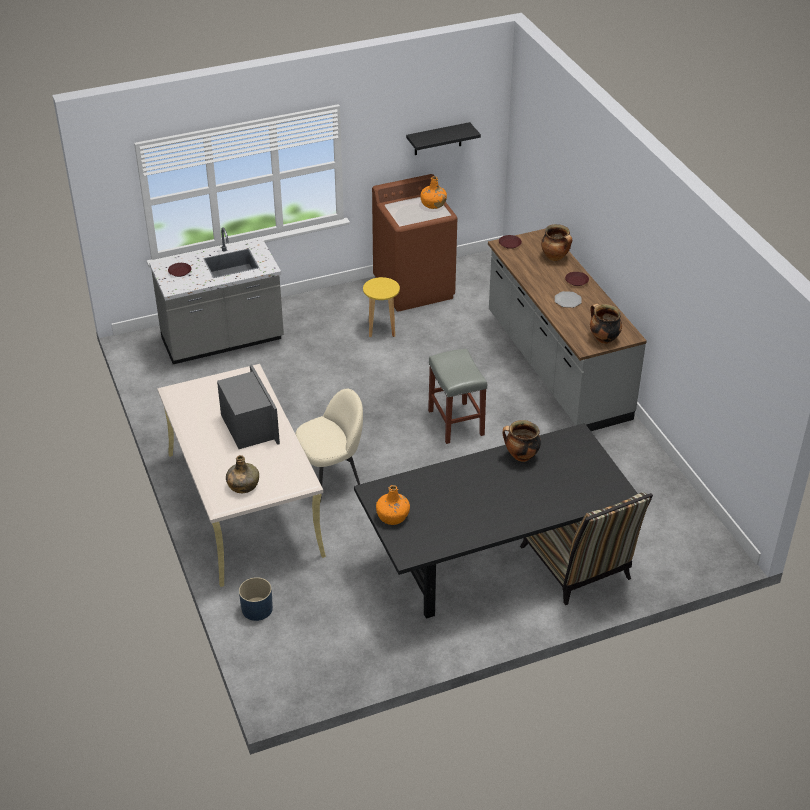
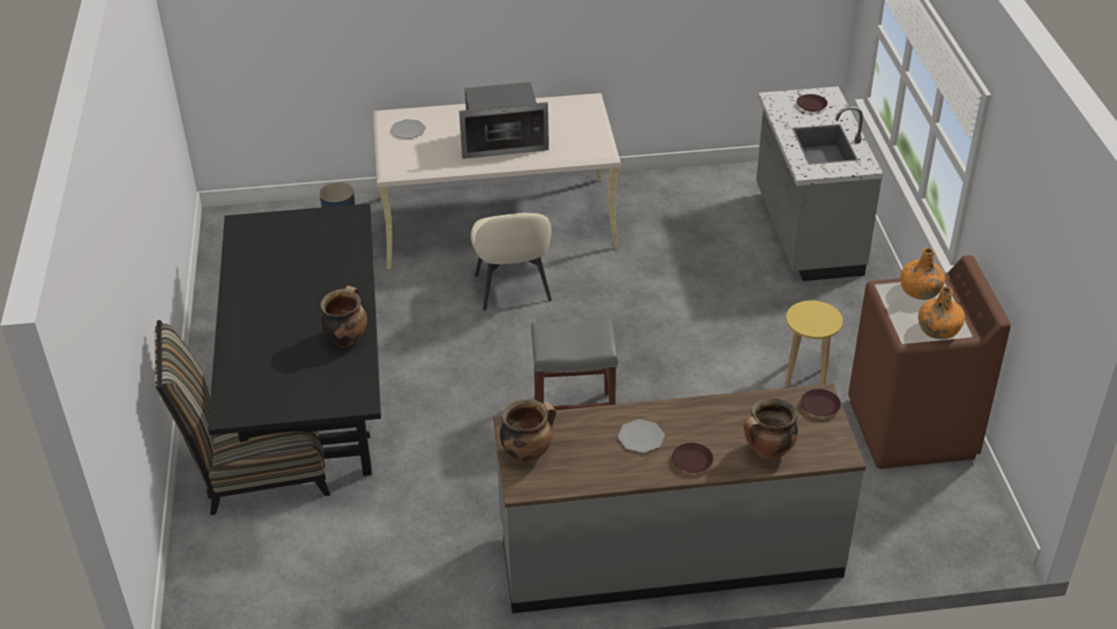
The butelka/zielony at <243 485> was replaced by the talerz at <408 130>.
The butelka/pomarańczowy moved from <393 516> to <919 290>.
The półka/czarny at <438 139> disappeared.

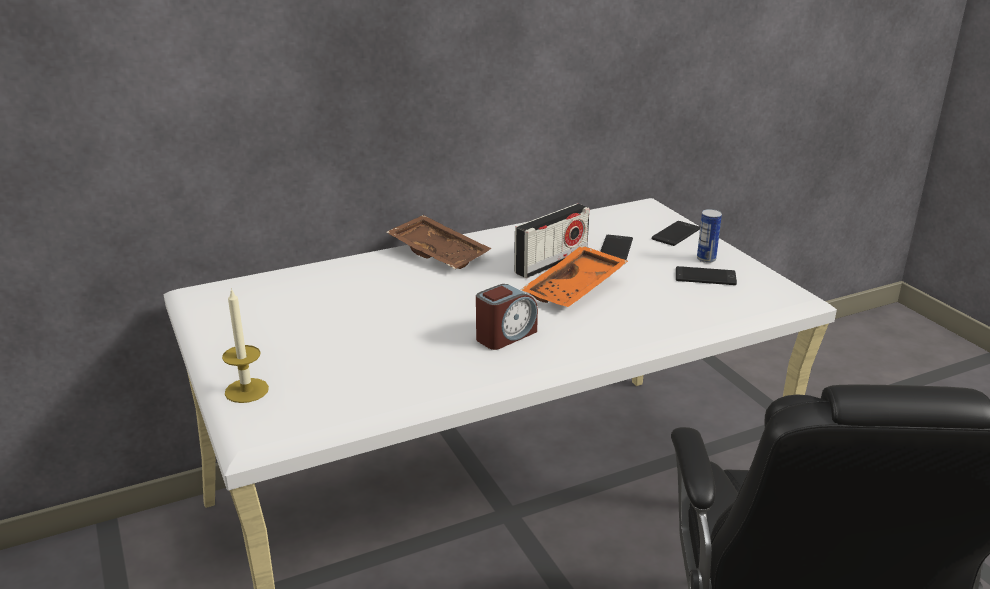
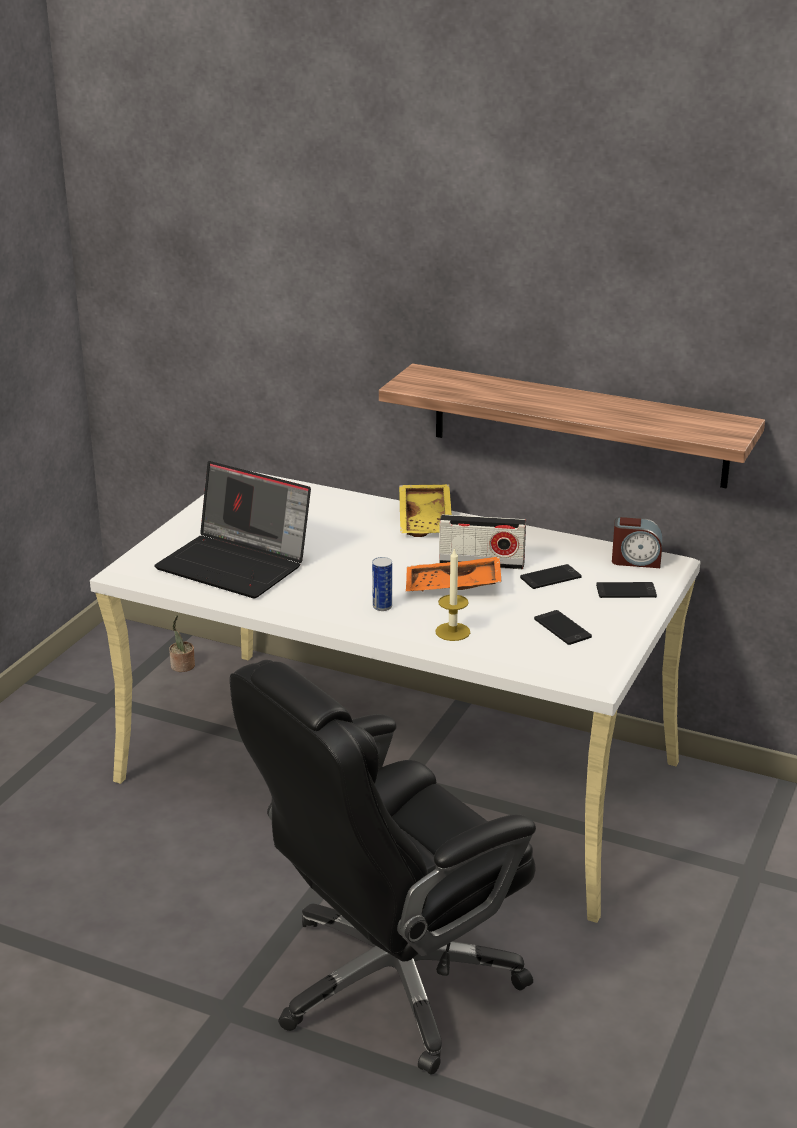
The laptop at <237 564> appeared.
The roślina doniczkowa at <182 667> appeared.
The puszka moved from <706 259> to <382 606>.
The półka at <578 425> appeared.
The taca/brązowy at <440 253> became the taca/żółty at <427 520>.
The świeca moved from <246 390> to <452 632>.
The budzik moved from <505 335> to <636 560>.

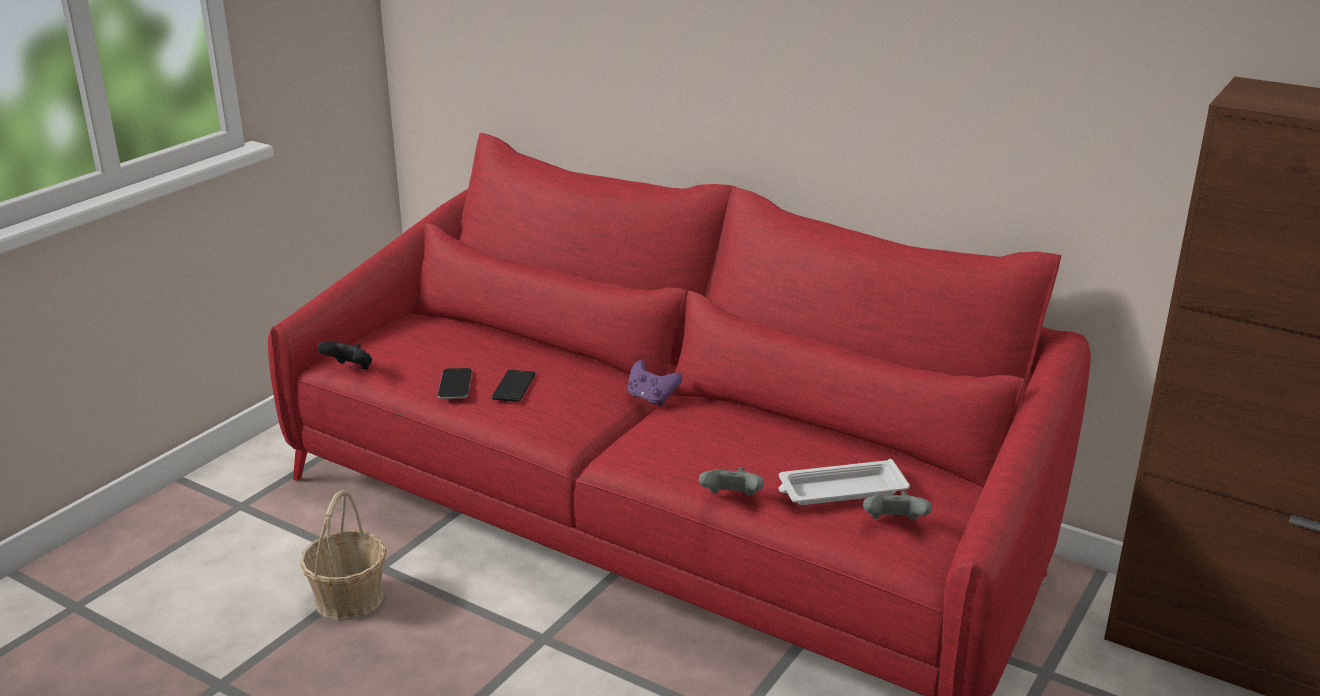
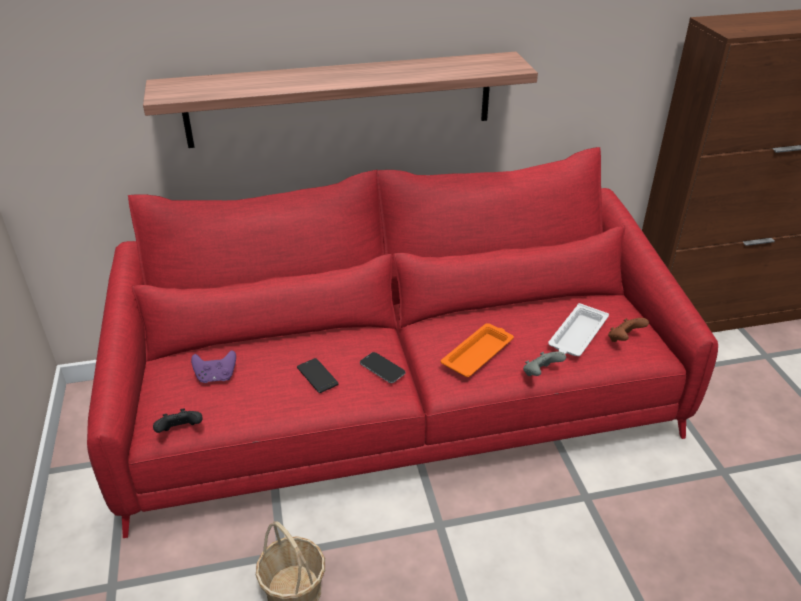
The półka at <340 99> appeared.
The pad do gier/fioletowy moved from <651 398> to <216 377>.
The telefon moved from <455 385> to <382 368>.
The taca/pomarańczowy at <478 353> appeared.
The pad do gier/szary at <894 524> became the pad do gier/brązowy at <624 339>.

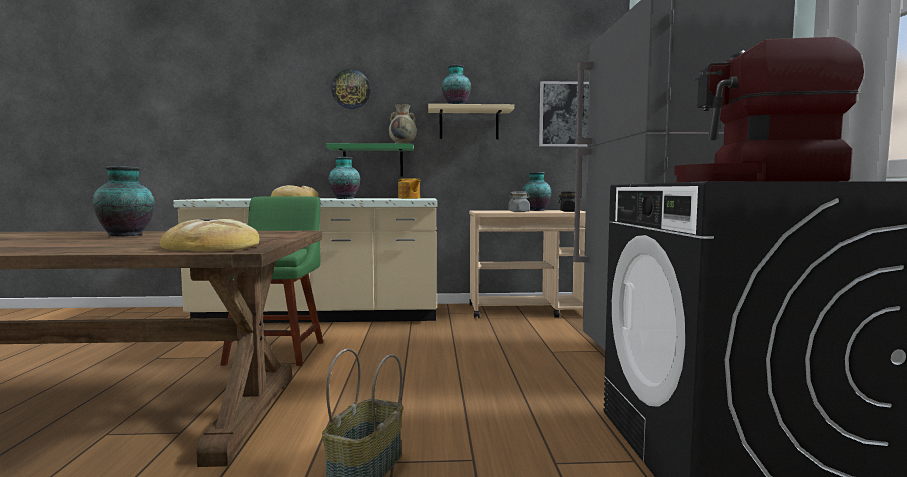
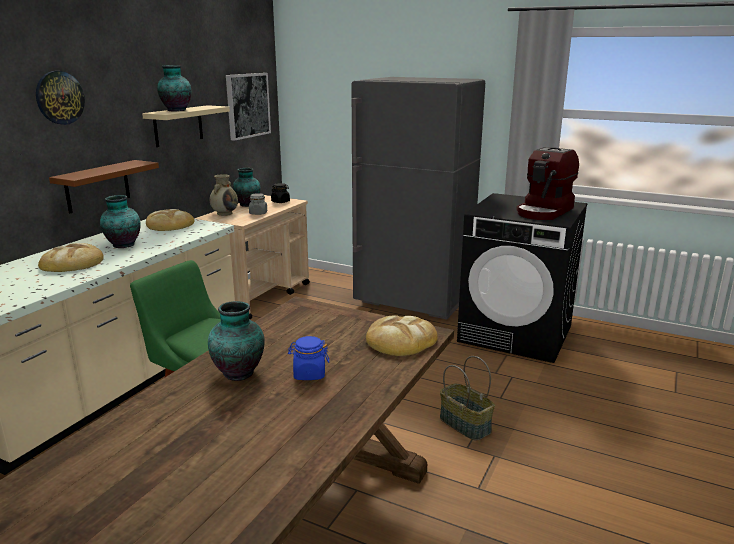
The półka/zielony at <373 161> became the półka/brązowy at <97 186>.
The imbryk at <409 198> was replaced by the chleb at <169 224>.
The wazon/beżowy moved from <403 144> to <225 213>.
The słoik/niebieski at <309 374> appeared.

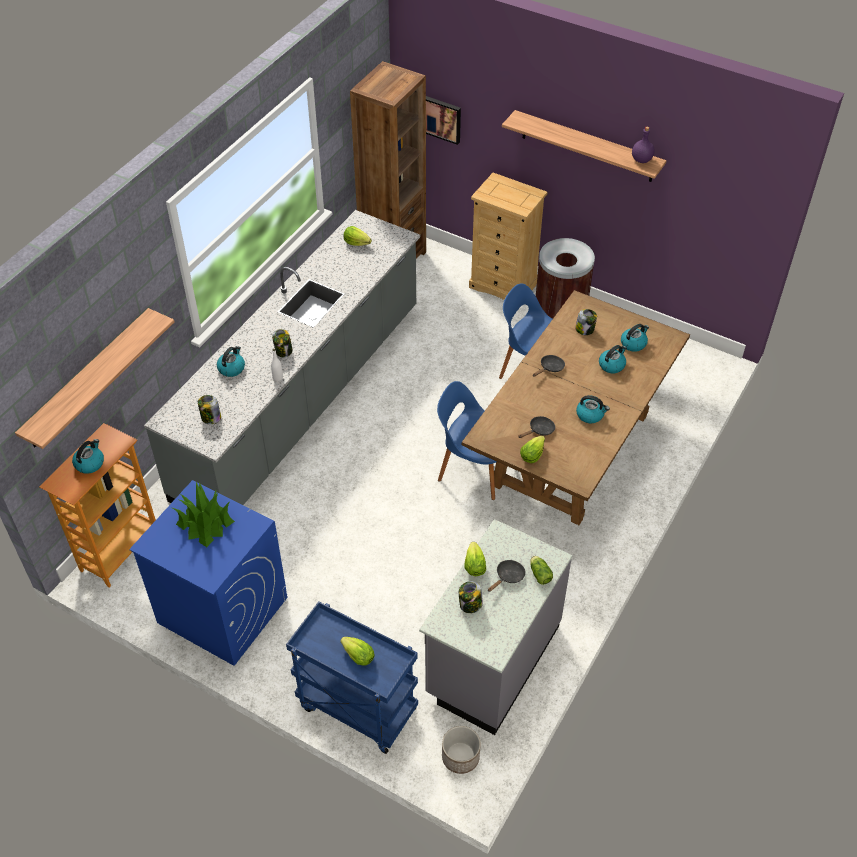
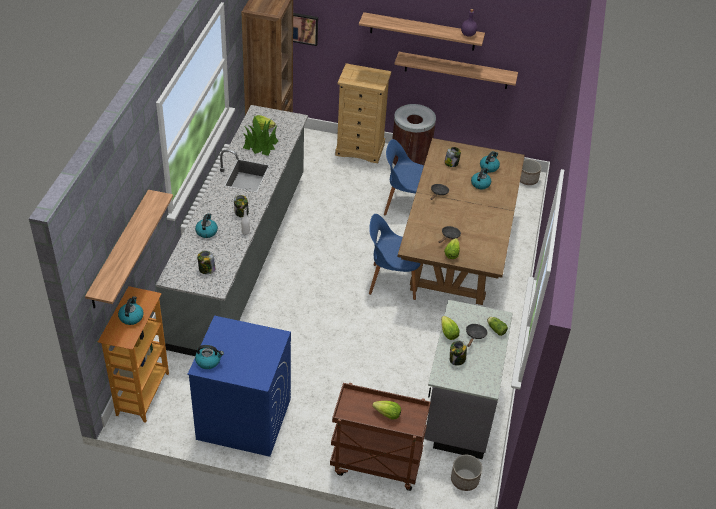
The czajnik moved from <590 415> to <208 361>.
The roślina doniczkowa moved from <205 523> to <260 144>.
The wózek/niebieski at <356 708> became the wózek/brązowy at <375 464>.
The półka at <456 70> appeared.
The donica at <527 179> appeared.

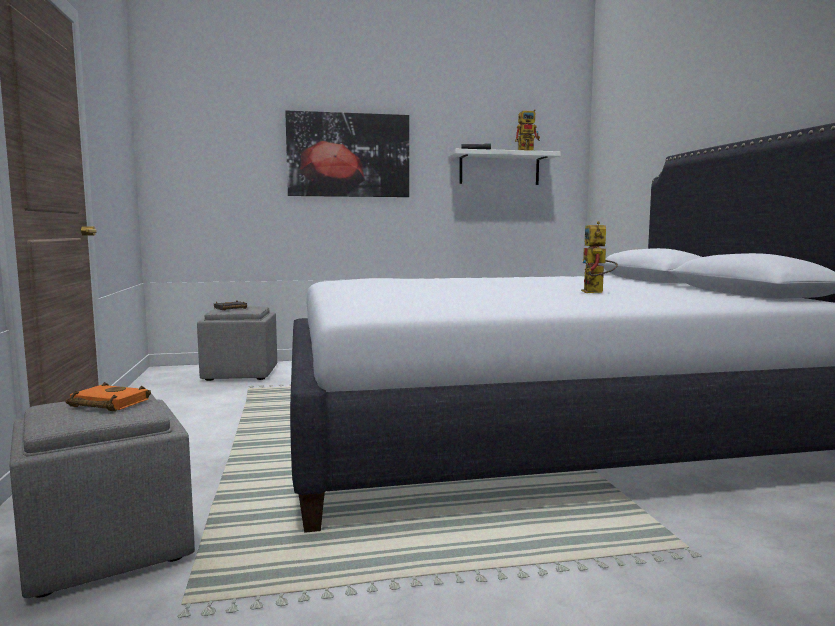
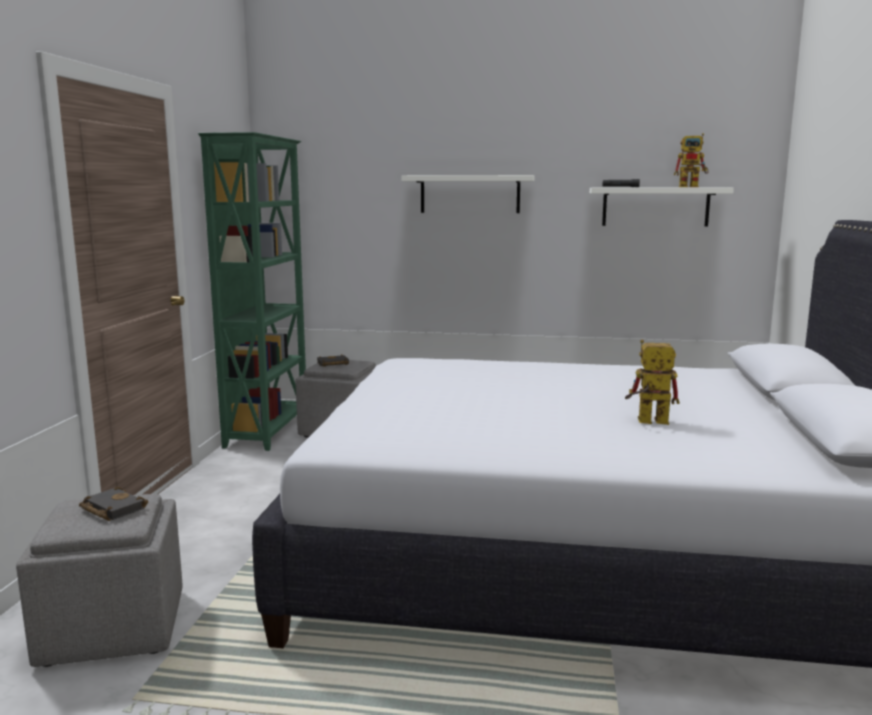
The książka/pomarańczowy at <106 404> became the książka/czarny at <111 509>.
The regał/zielony at <269 430> appeared.
The obraz at <348 155> was replaced by the półka/biały at <470 194>.
The robot zabawkowy at <596 292> turned 75 degrees clockwise.

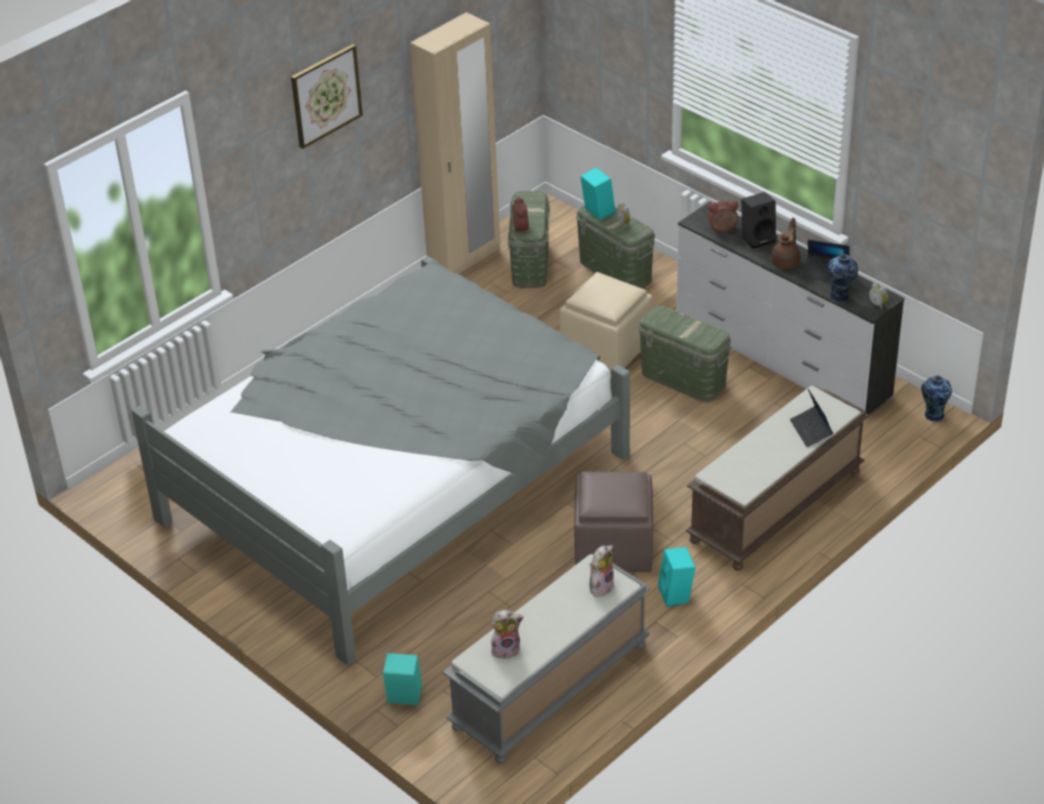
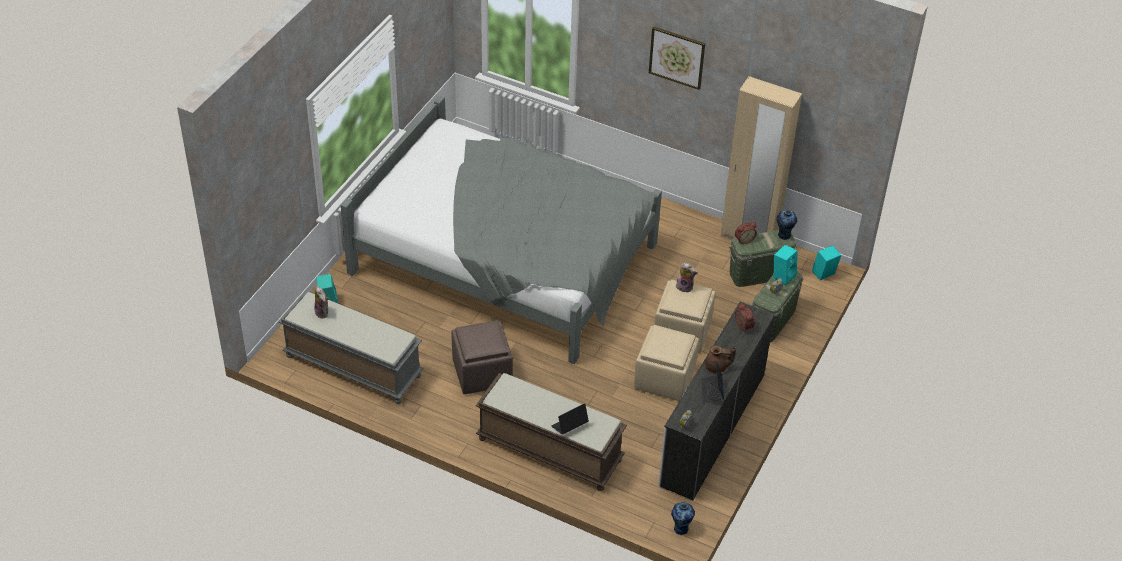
The pojemnik do przechowywania/zielony at <683 379> was replaced by the pufa/beżowy at <665 379>.
The pluszak moved from <601 586> to <685 287>.
The wazon moved from <840 296> to <784 235>.
The głośnik/turkusowy moved from <677 595> to <824 274>.
The głośnik/czarny at <758 238> disappeared.

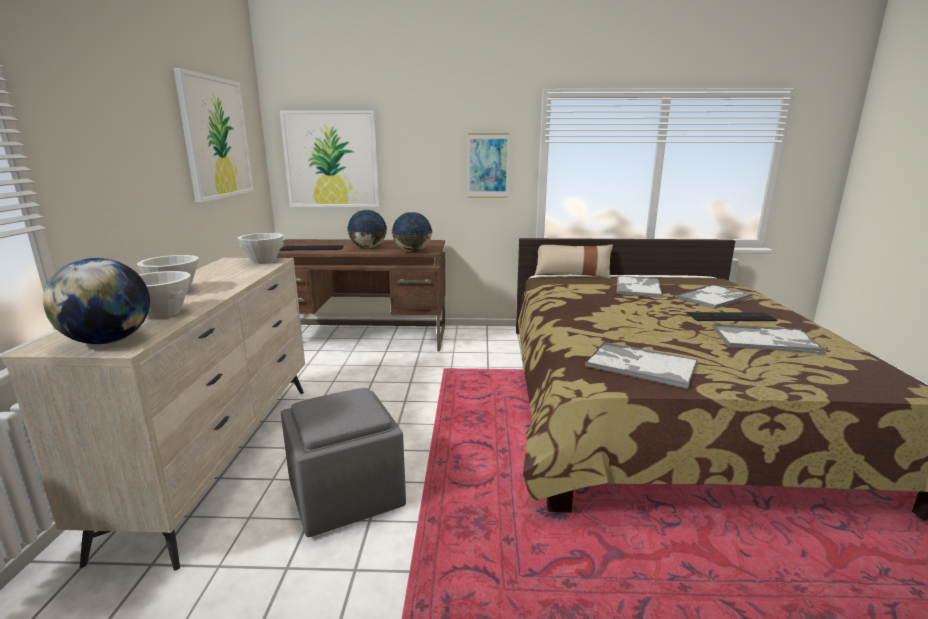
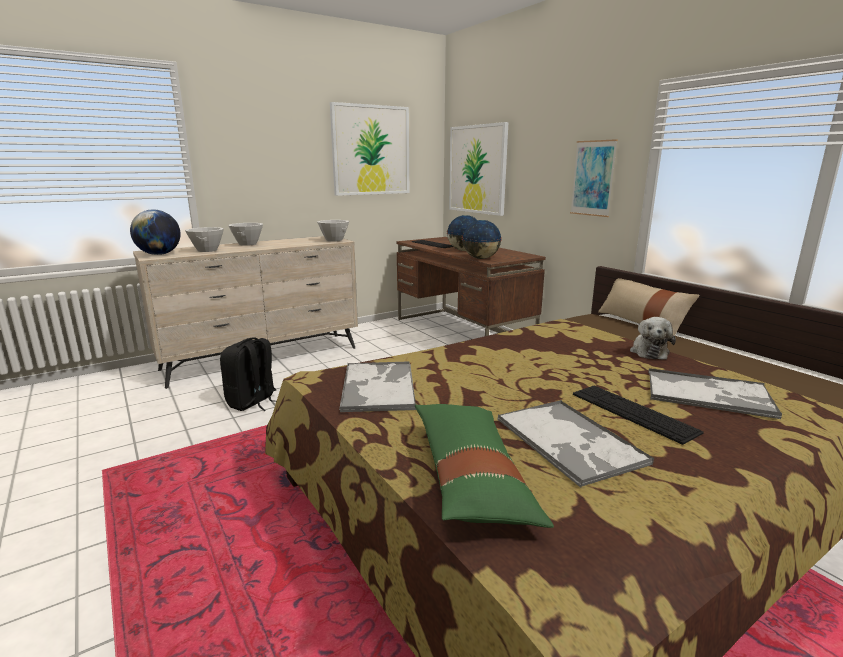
The pufa/szary at <347 495> was replaced by the plecak/czarny at <252 402>.
The poduszka/zielony at <471 476> appeared.
The taca at <638 287> was replaced by the pluszak at <648 351>.

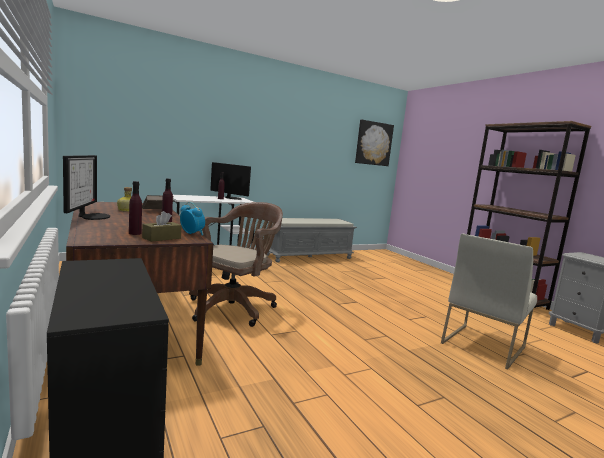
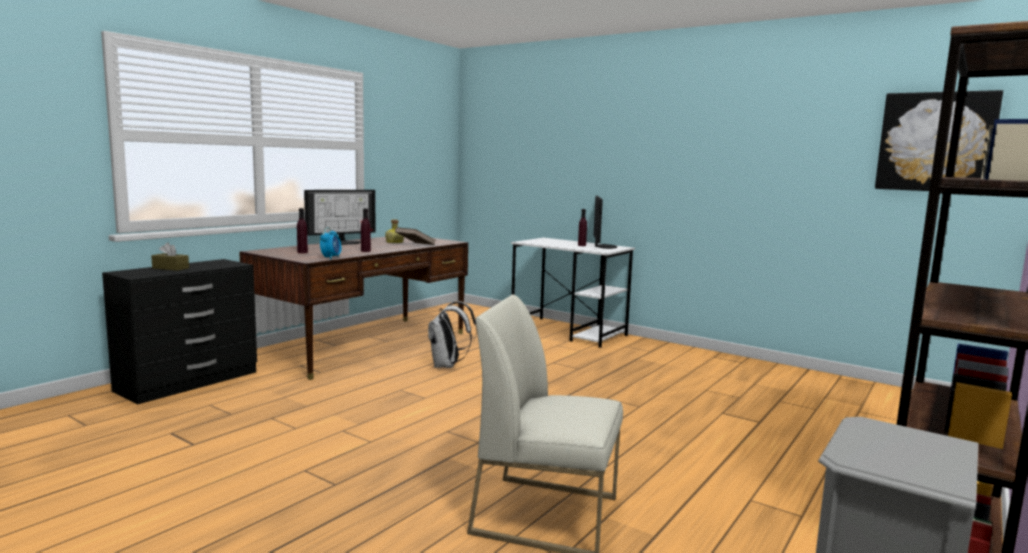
The pudełko chusteczek/brązowy moved from <161 238> to <170 268>.
The krzesło biurowe/brązowy at <234 307> was replaced by the plecak/biały at <447 366>.
The ławka/szary at <309 256> disappeared.

